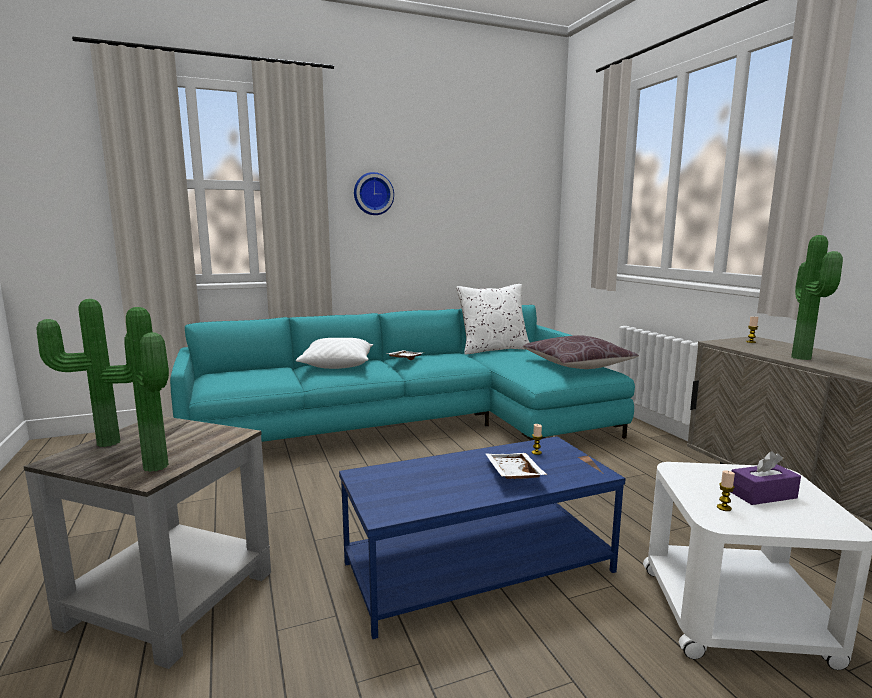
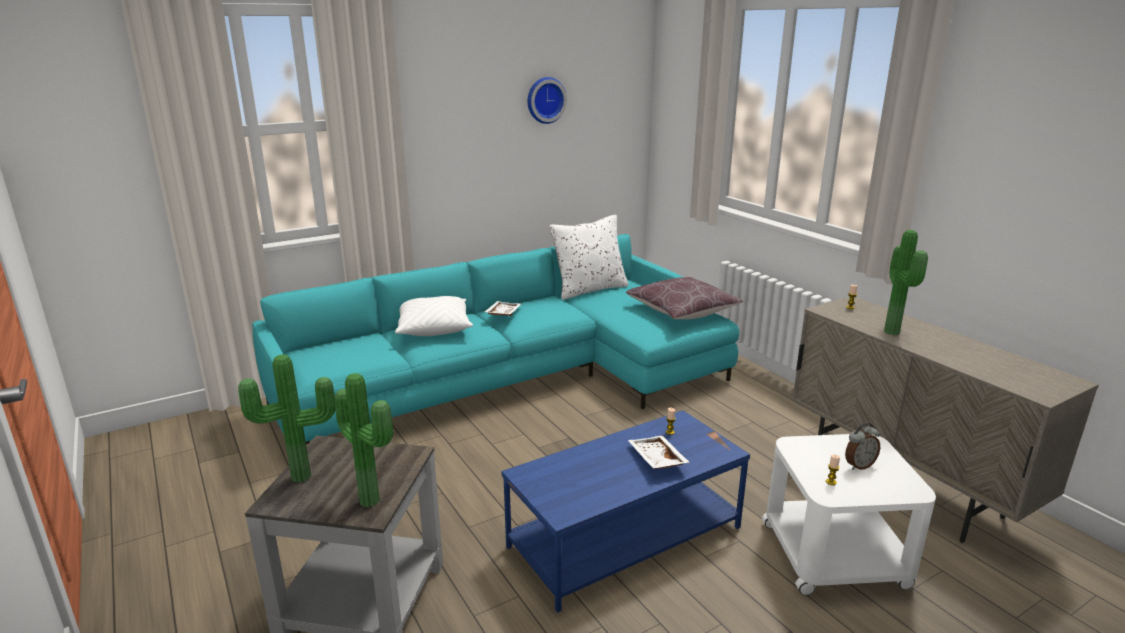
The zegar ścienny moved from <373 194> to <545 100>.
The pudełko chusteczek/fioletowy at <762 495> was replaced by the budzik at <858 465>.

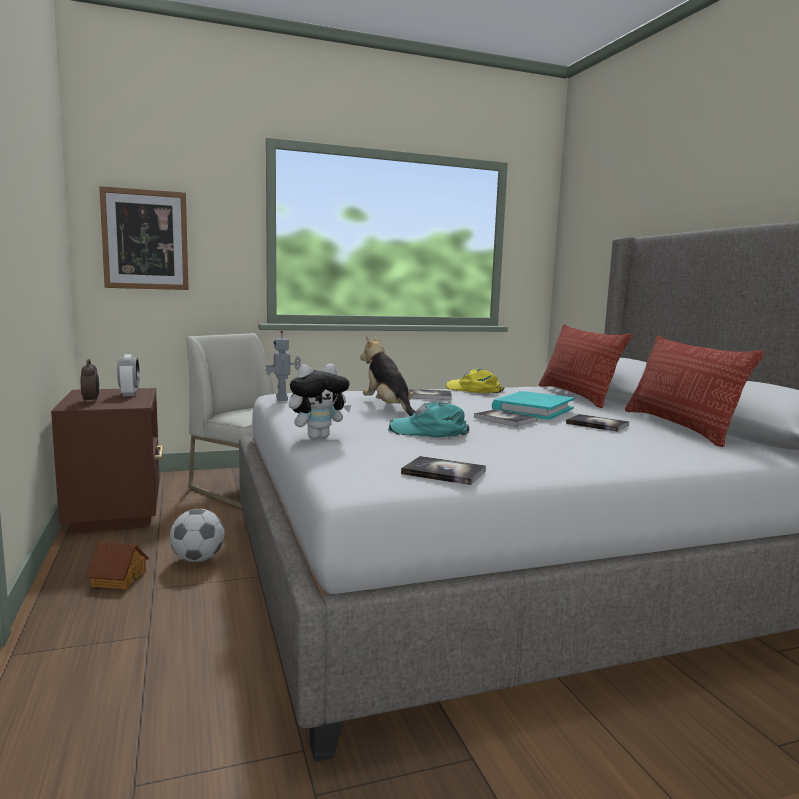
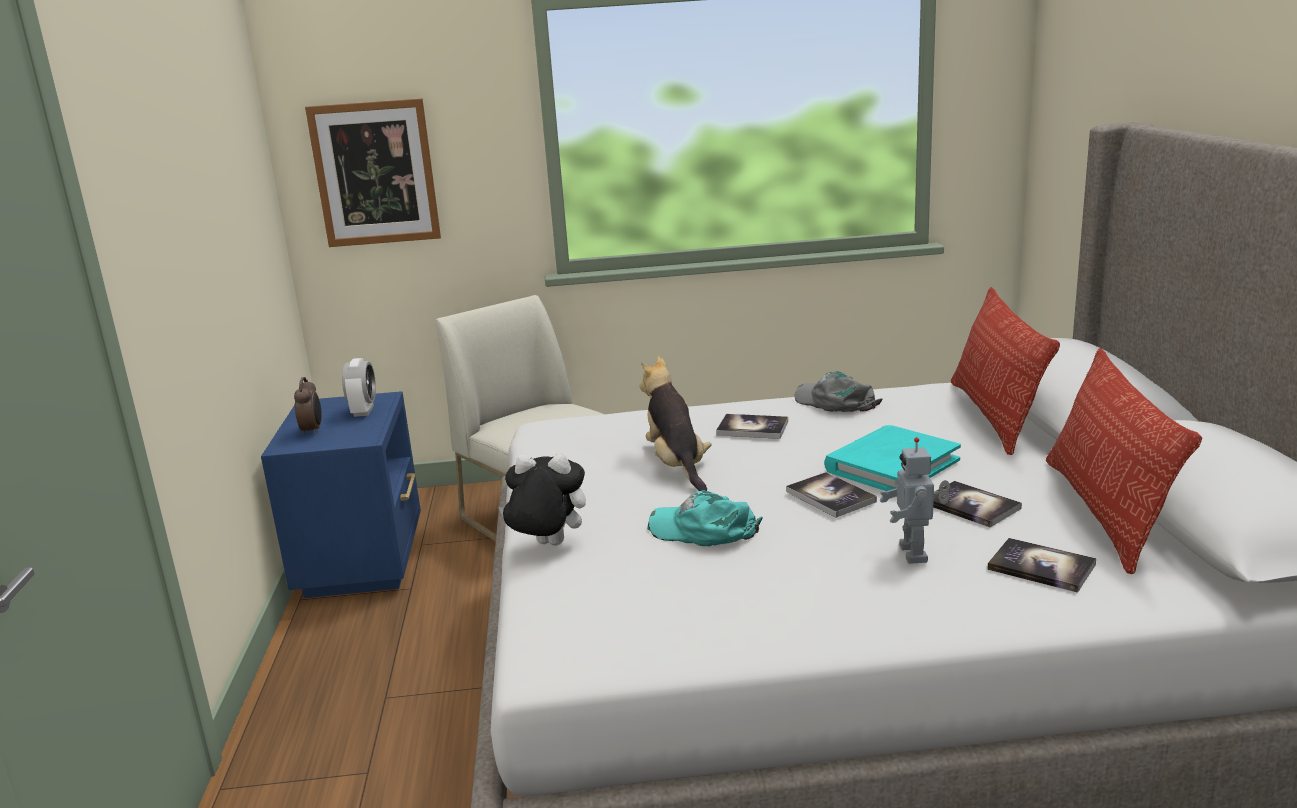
The szafka nocna/brązowy at <117 511> became the szafka nocna/niebieski at <364 560>.
The pluszak at <318 437> turned 150 degrees counterclockwise.
The czapka z daszkiem/żółty at <474 389> became the czapka z daszkiem/szary at <835 402>.
The robot zabawkowy moved from <283 398> to <915 553>.
The książka moved from <443 472> to <1041 567>.
The domek at <118 578> disappeared.
The piłka futbolowa at <198 559> disappeared.

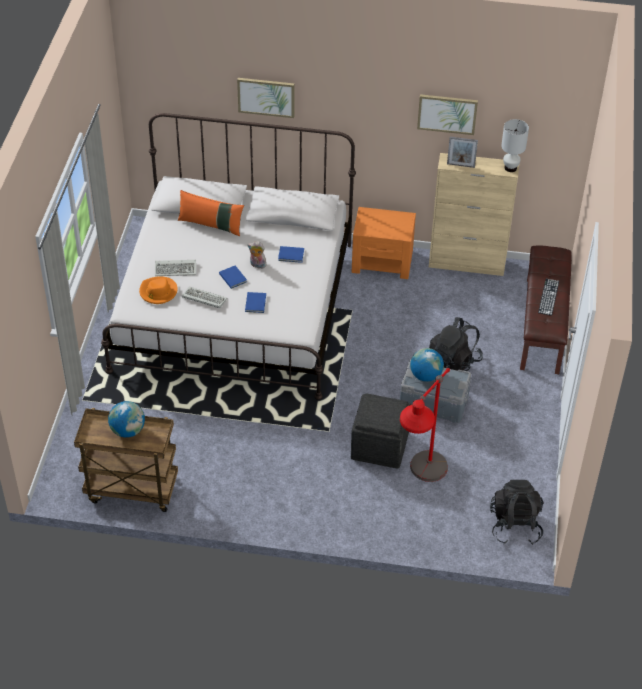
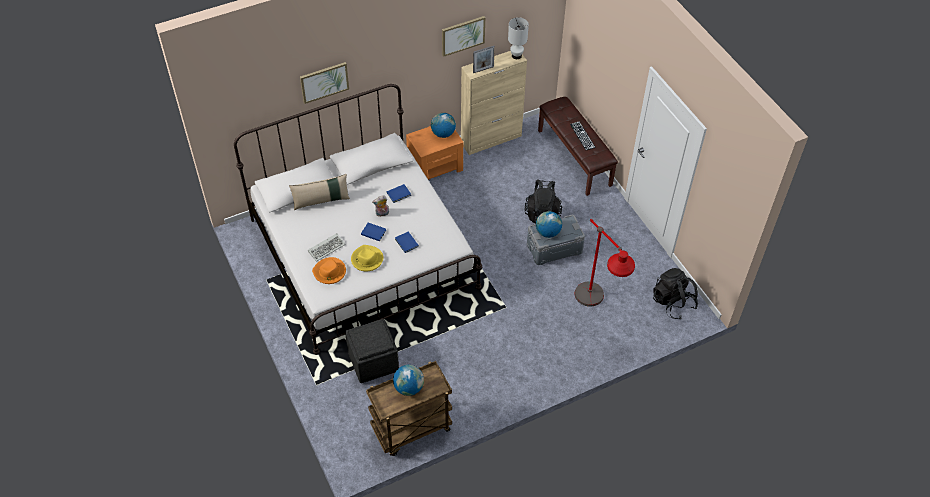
The poduszka/pomarańczowy at <211 225> became the poduszka/beżowy at <321 201>.
The pufa/szary moved from <380 445> to <373 360>.
The klawiatura at <203 299> was replaced by the kapelusz/żółty at <367 259>.
The globus at <443 134> appeared.

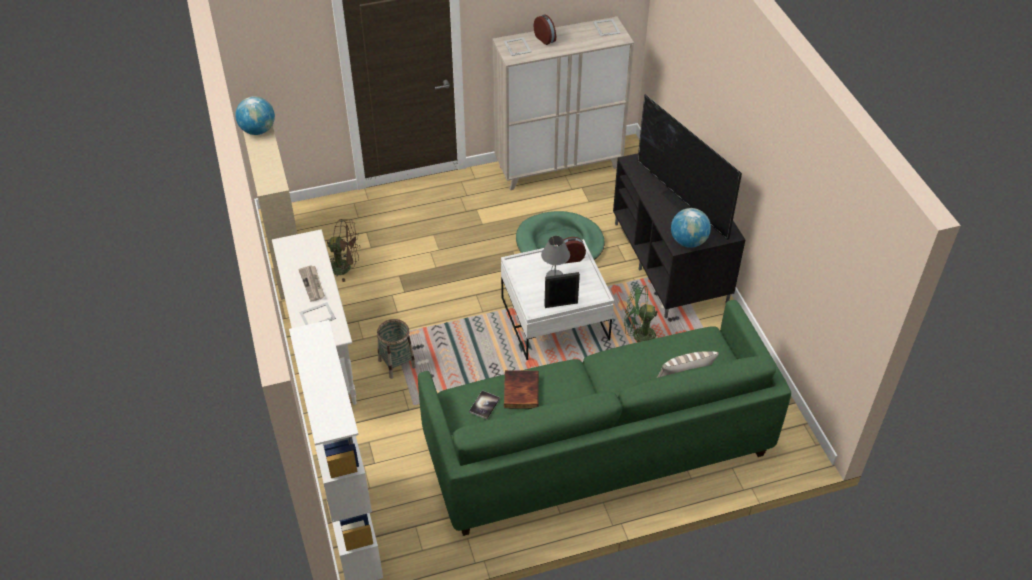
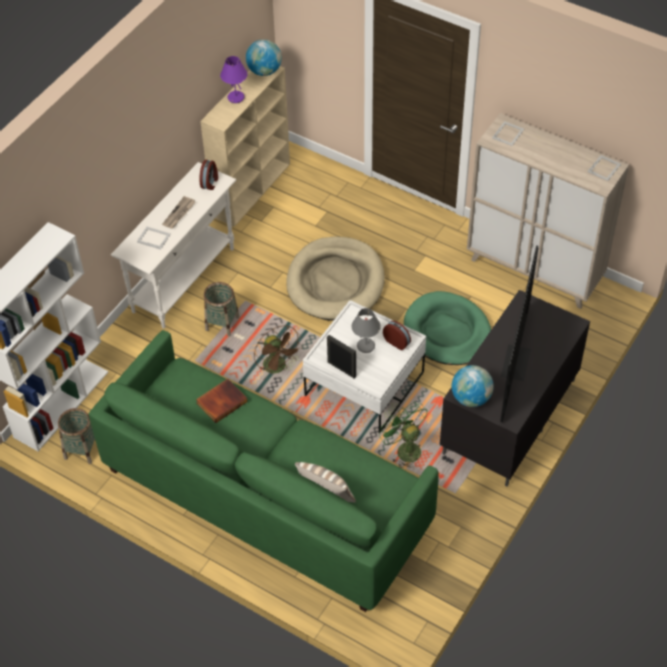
The koszyk at <82 449> appeared.
The budzik moved from <545 39> to <210 182>.
The lampa stołowa/fioletowy at <235 98> appeared.
The wentylator/brązowy moved from <345 267> to <278 368>.
The legowisko/beżowy at <335 282> appeared.
The książka at <484 405> disappeared.

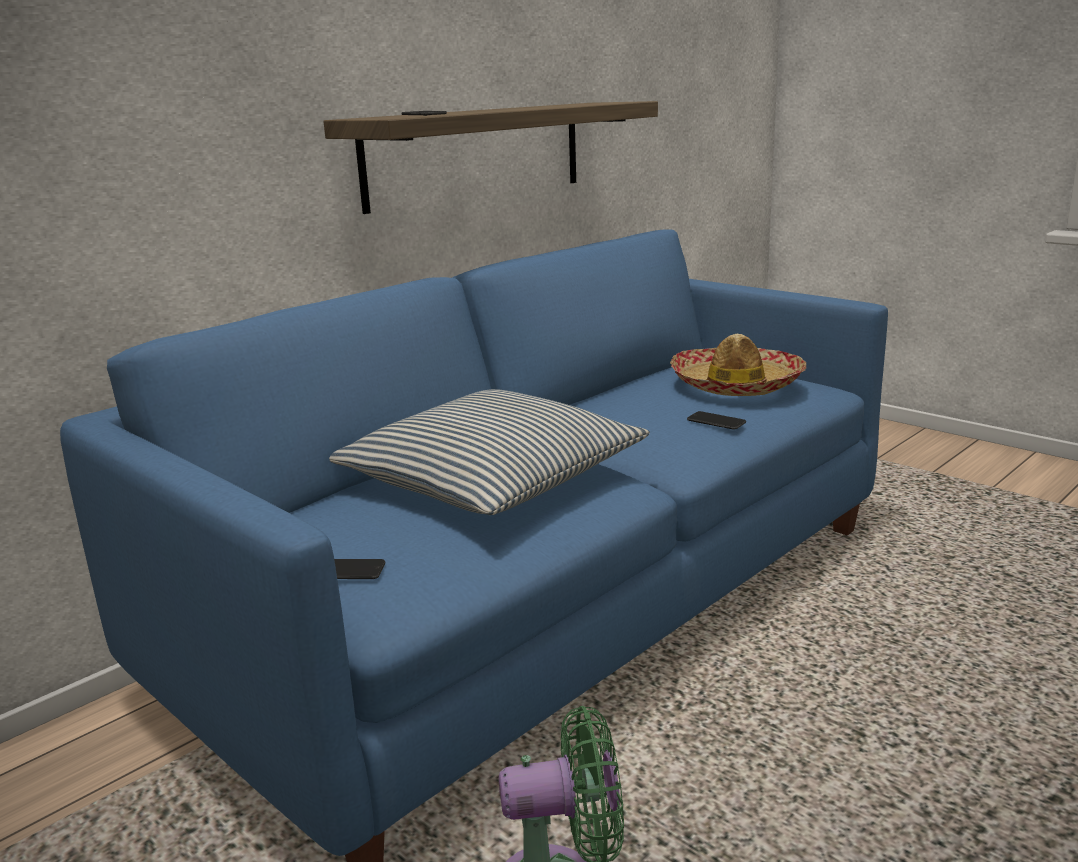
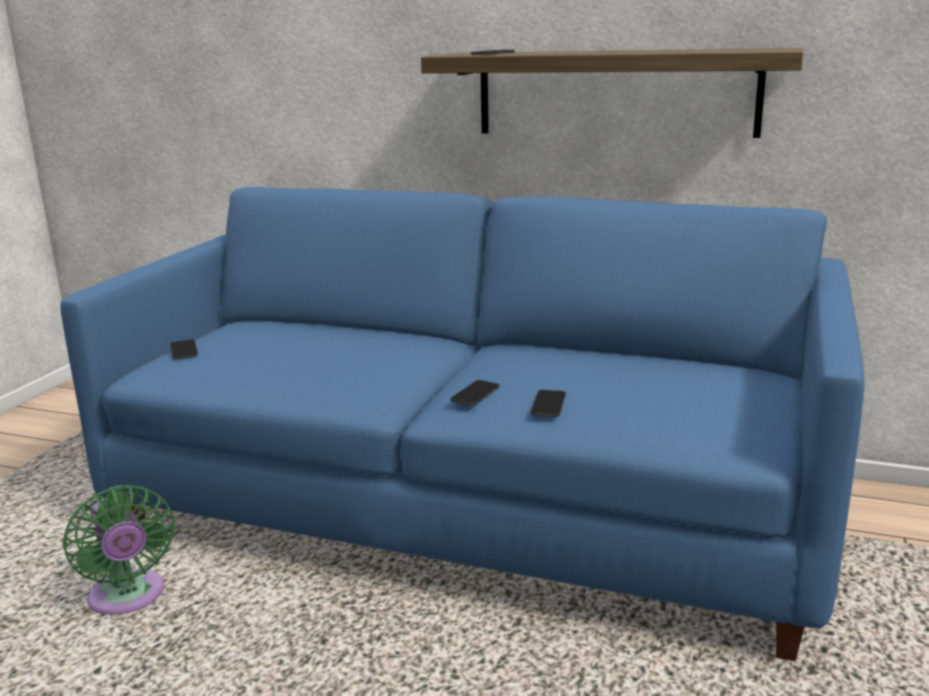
The telefon at <475 394> appeared.
The poduszka at <490 479> disappeared.
The kapelusz at <736 385> disappeared.

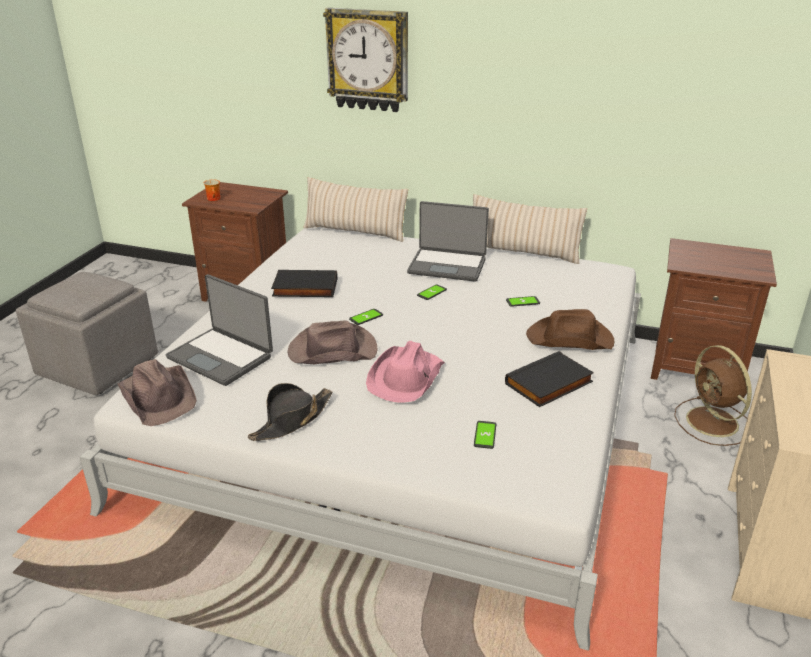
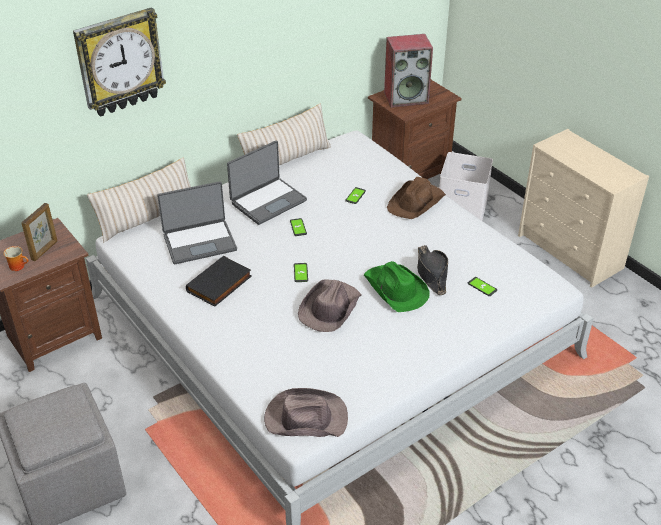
The ramka na zdjęcie at <45 250> appeared.
The laptop moved from <221 357> to <199 242>.
The kapelusz/różowy at <406 378> became the kapelusz/zielony at <395 289>.
The głośnik at <406 97> appeared.
The kapelusz/czarny moved from <292 420> to <431 274>.
The wentylator/brązowy at <713 423> was replaced by the pojemnik do przechowywania/biały at <463 204>.
The książka/czarny at <549 384> disappeared.

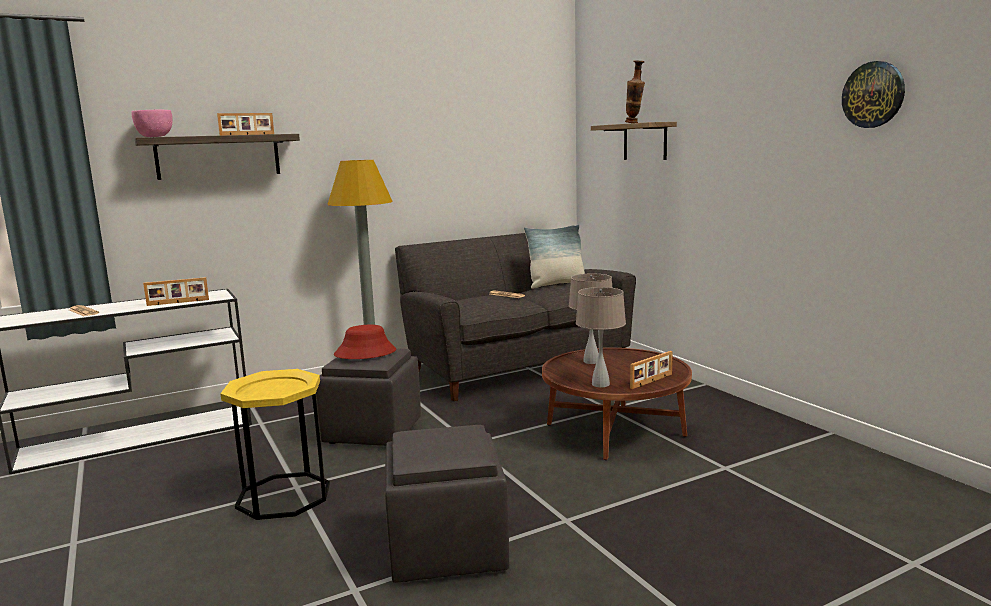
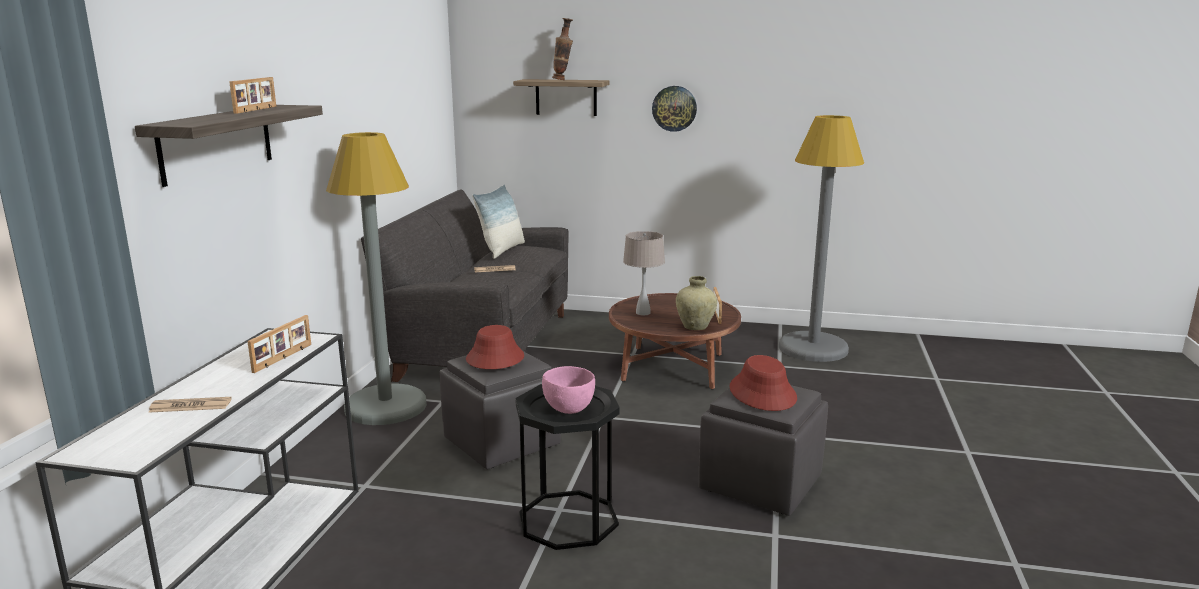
The stolik/żółty at <283 495> became the stolik/czarny at <568 520>.
The miska/różowy moved from <155 137> to <568 409>.
The zegar ścienny moved from <873 95> to <674 108>.
The lampa stołowa/beżowy at <600 384> was replaced by the wazon/beżowy at <695 327>.
The kapelusz/czerwony at <763 393> appeared.
The lampa stojąca/szary at <813 348> appeared.

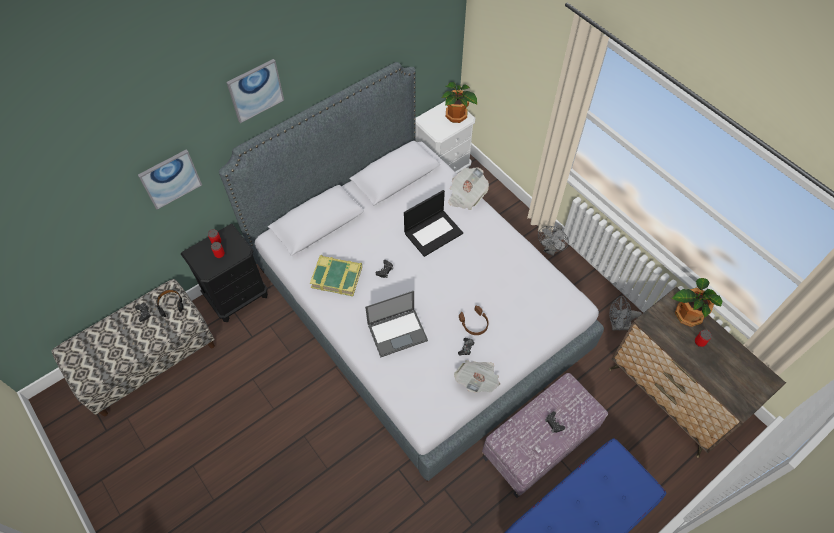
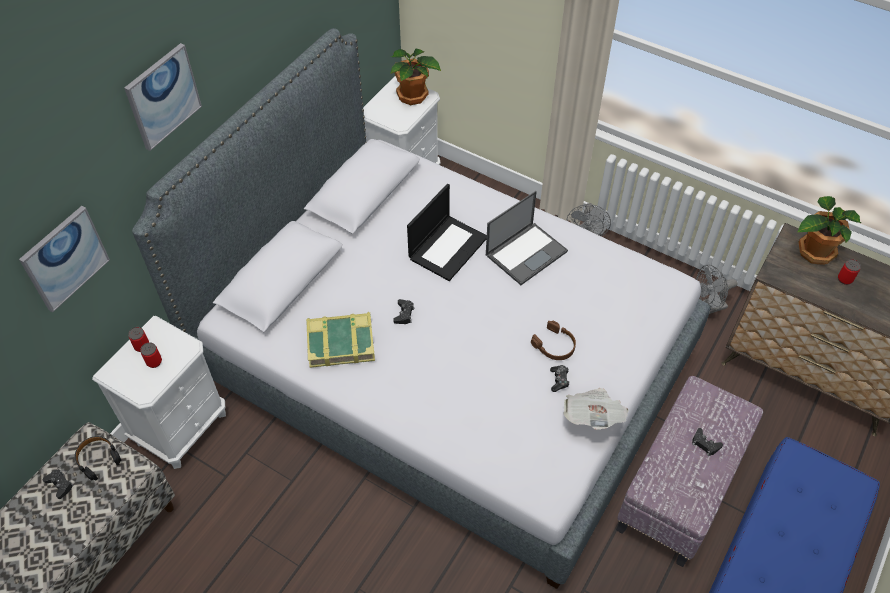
The szafka nocna/czarny at <238 296> became the szafka nocna/biały at <182 427>.
The laptop moved from <398 332> to <526 252>.
The gazeta at <466 195> disappeared.

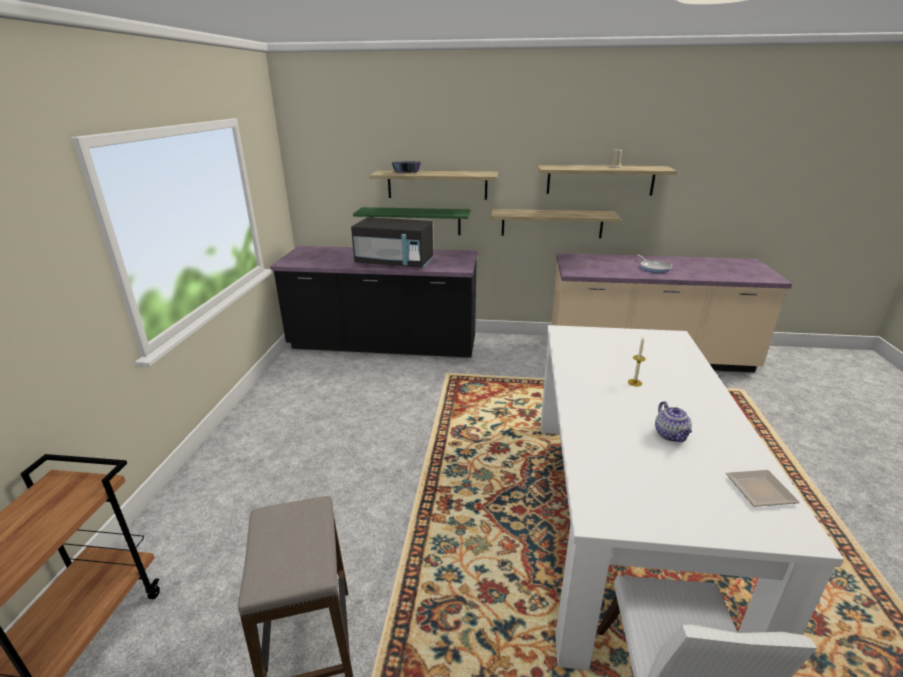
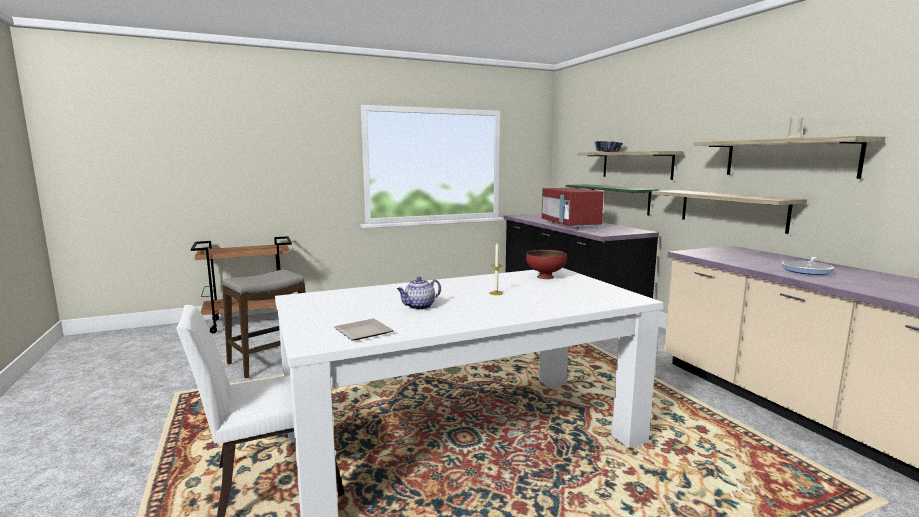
The miska/czerwony at <545 277> appeared.
The mikrofalówka/czarny at <395 263> became the mikrofalówka/czerwony at <569 225>.

